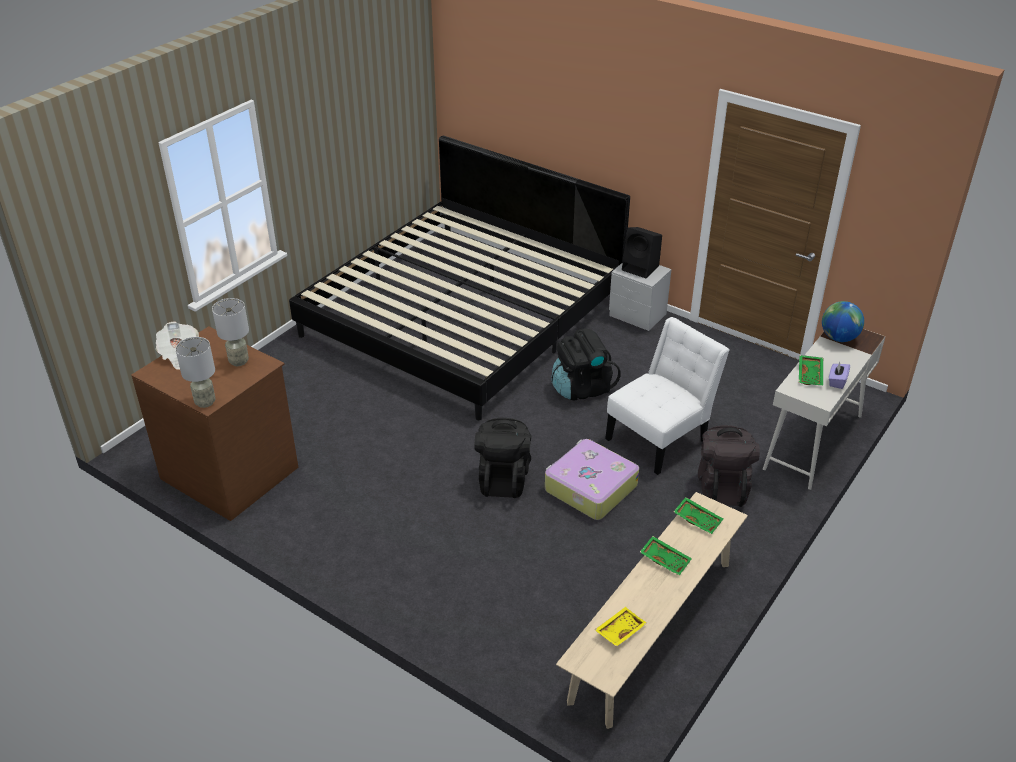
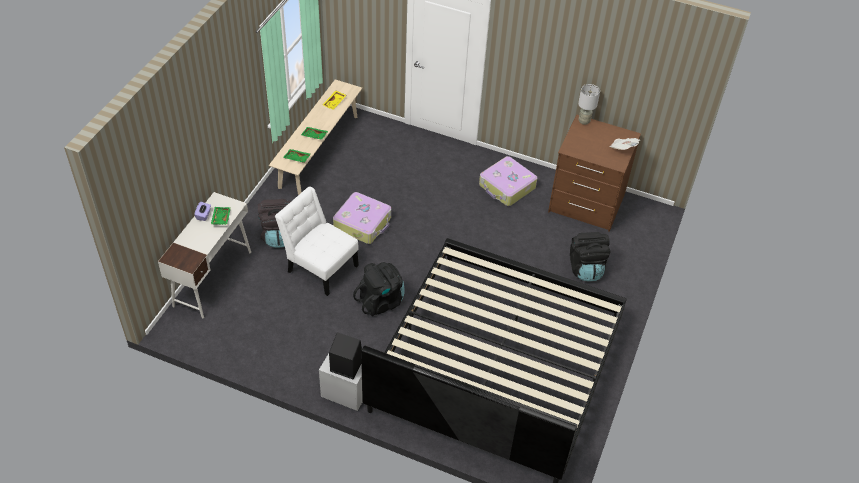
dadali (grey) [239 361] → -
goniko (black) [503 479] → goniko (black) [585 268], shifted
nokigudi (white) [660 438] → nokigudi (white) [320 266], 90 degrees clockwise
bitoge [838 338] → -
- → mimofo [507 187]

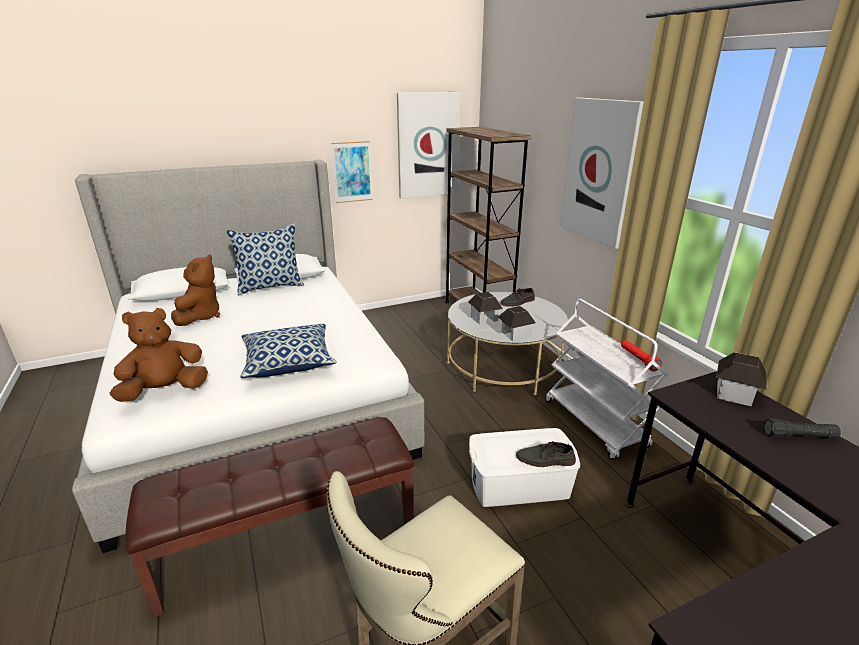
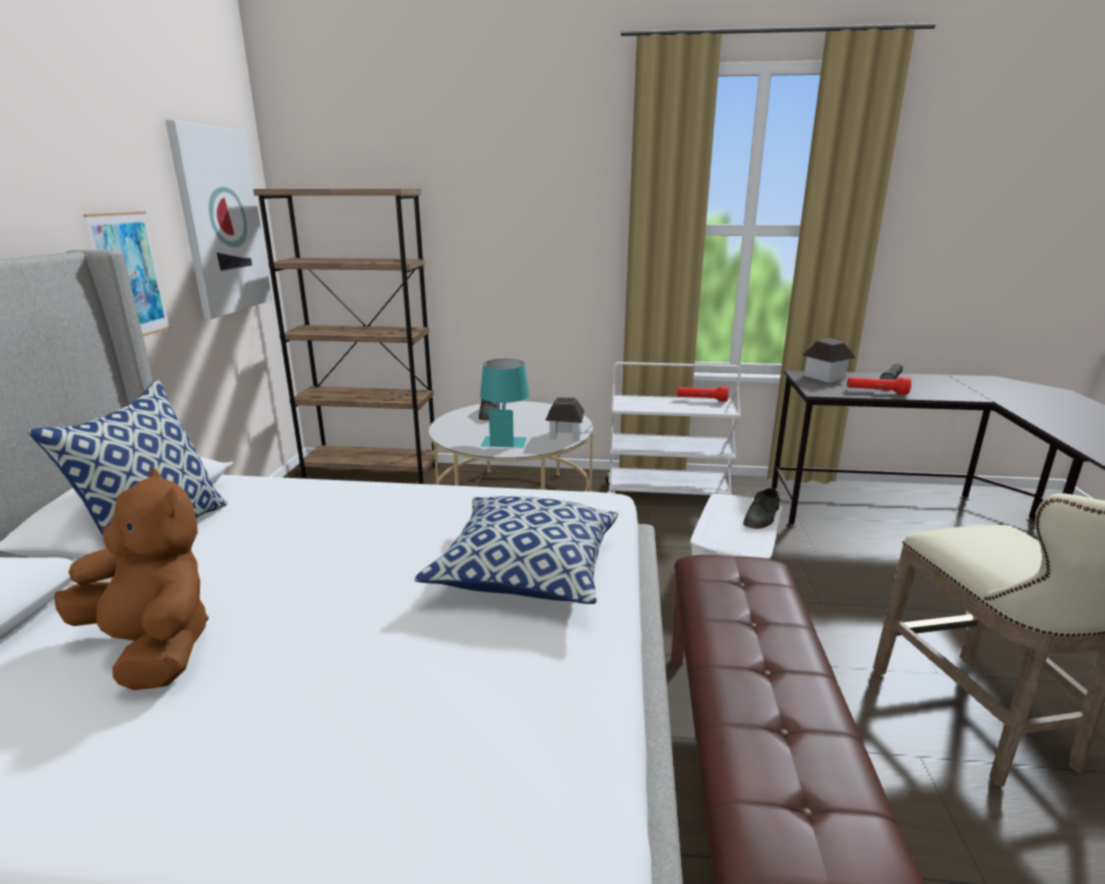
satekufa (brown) [165 391] → -
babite [484 318] → dadali (turquoise) [505 438]
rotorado [600 171] → -
- → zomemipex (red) [876 392]

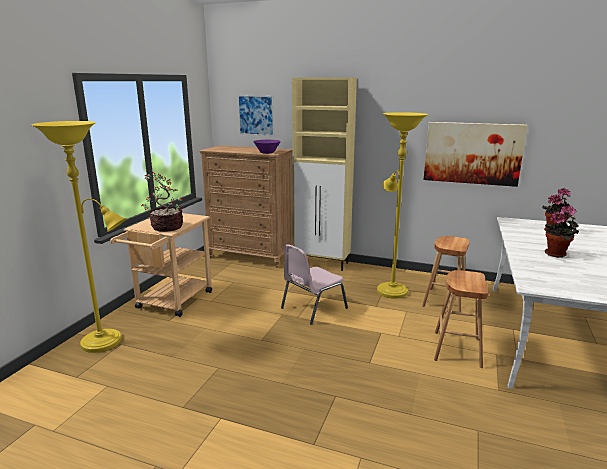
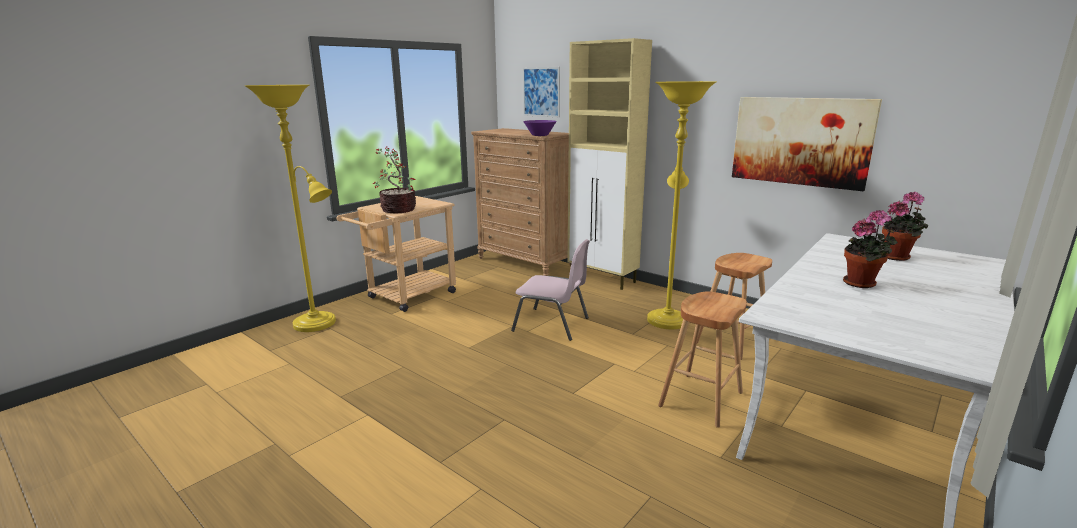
nokigudi (pink) [312 308] → nokigudi (pink) [552 324], 135 degrees counterclockwise

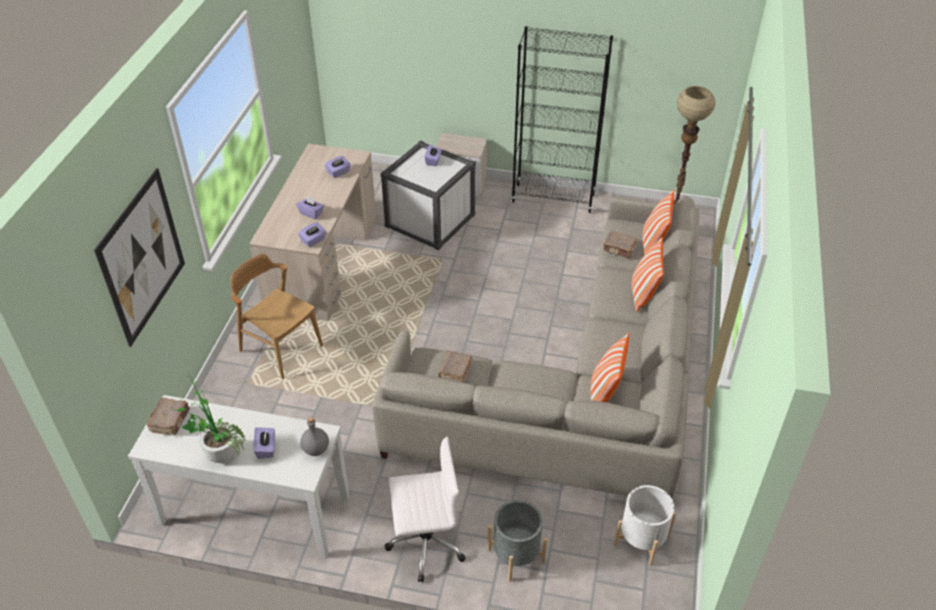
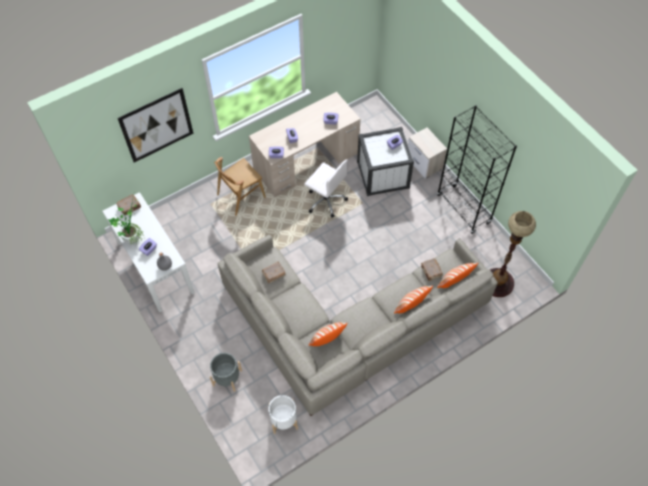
nokigudi (brown) [281 348] → nokigudi (brown) [241 196], 120 degrees counterclockwise
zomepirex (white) [425 542] → zomepirex (white) [326 200], shifted

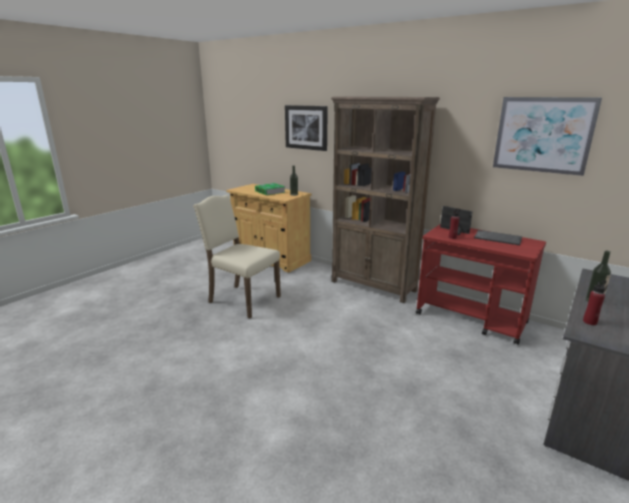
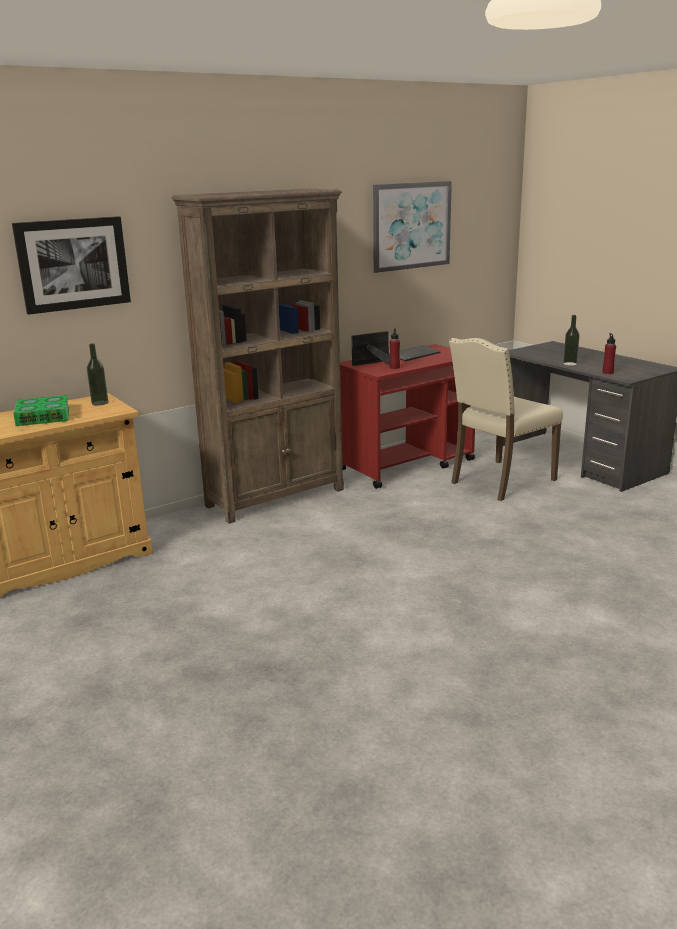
nokigudi (beige) [242 299] → nokigudi (beige) [500 481], shifted

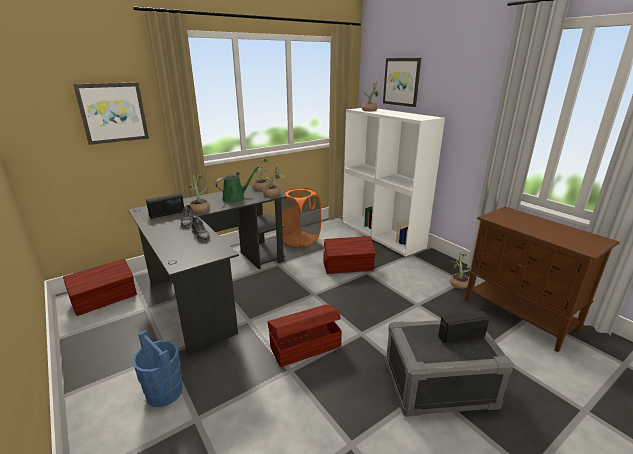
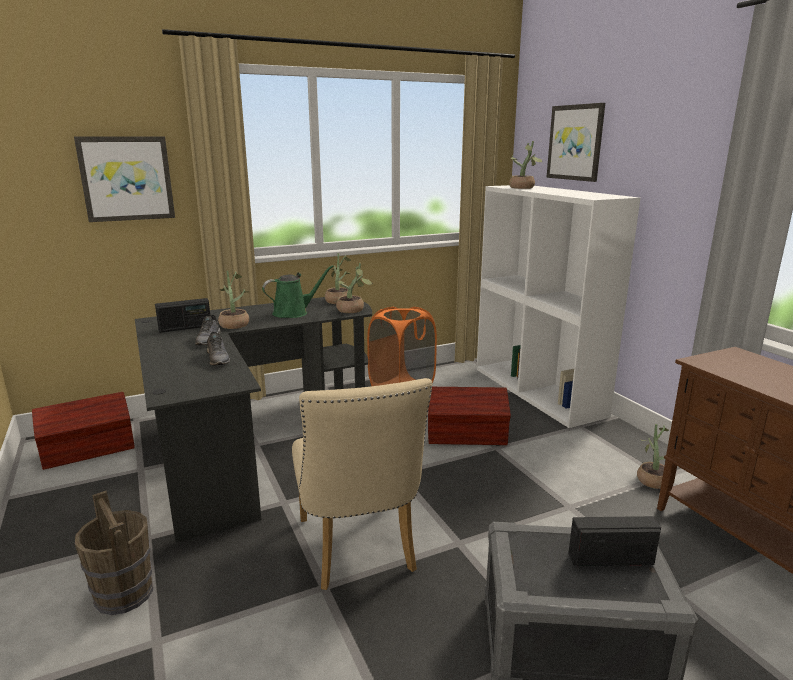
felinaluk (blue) [164 392] → felinaluk (brown) [124 594]
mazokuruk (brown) [304 346] → nokigudi (beige) [358 551]

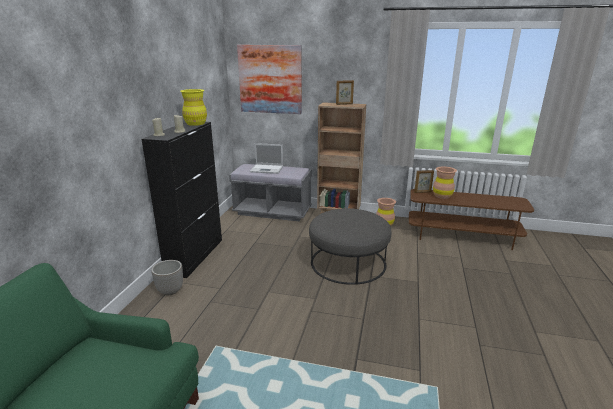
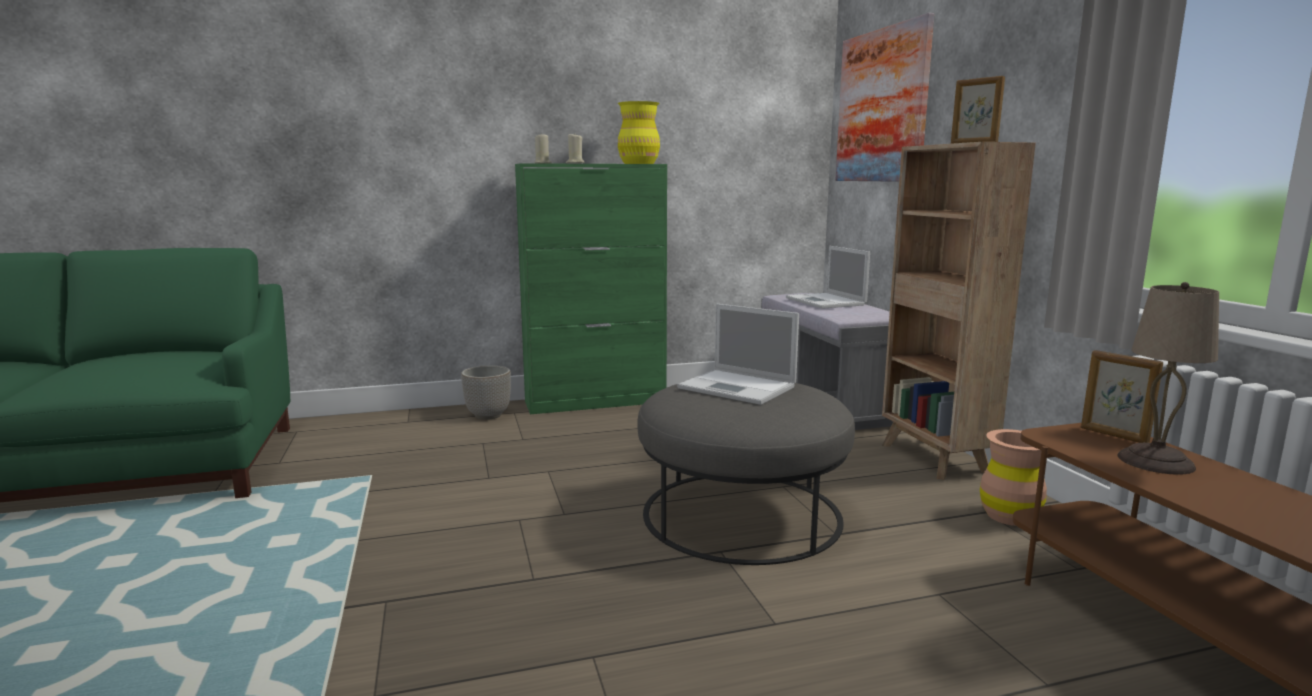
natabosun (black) [195 256] → natabosun (green) [596 402]
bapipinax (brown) [442 196] → dadali (beige) [1157 462]
- → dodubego [739 387]

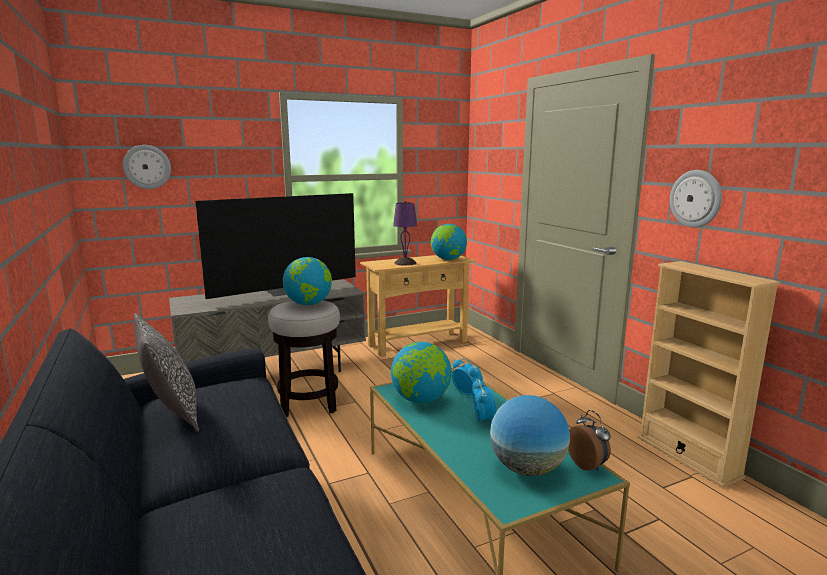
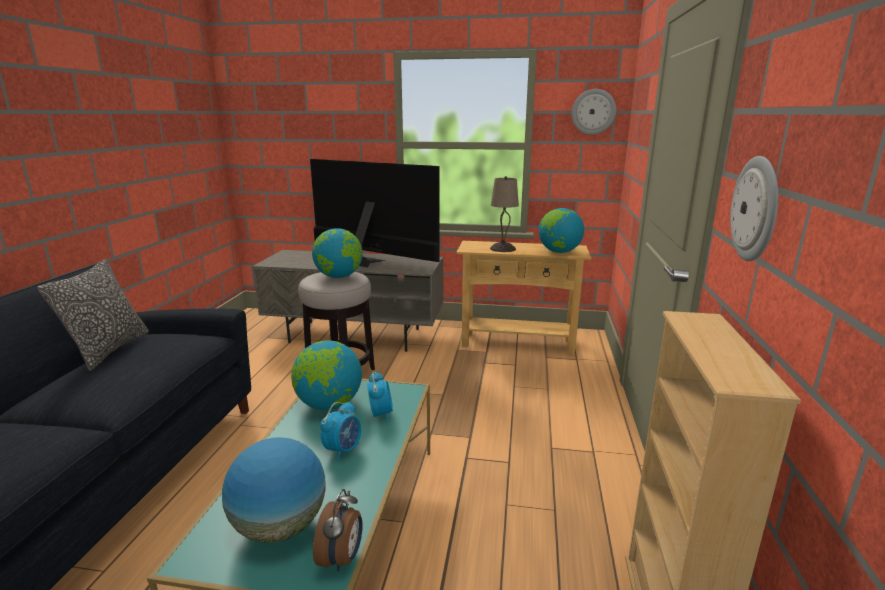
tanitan [147 167] → tanitan [593 112], shifted
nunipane [284 292] → nunipane [367 260], 150 degrees counterclockwise
dadali (purple) [405 263] → dadali (beige) [503 248]

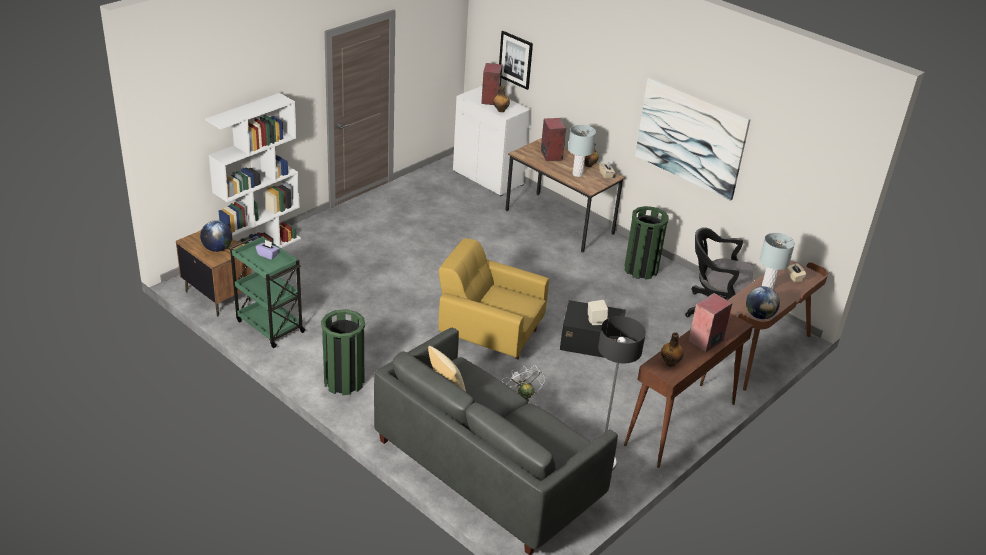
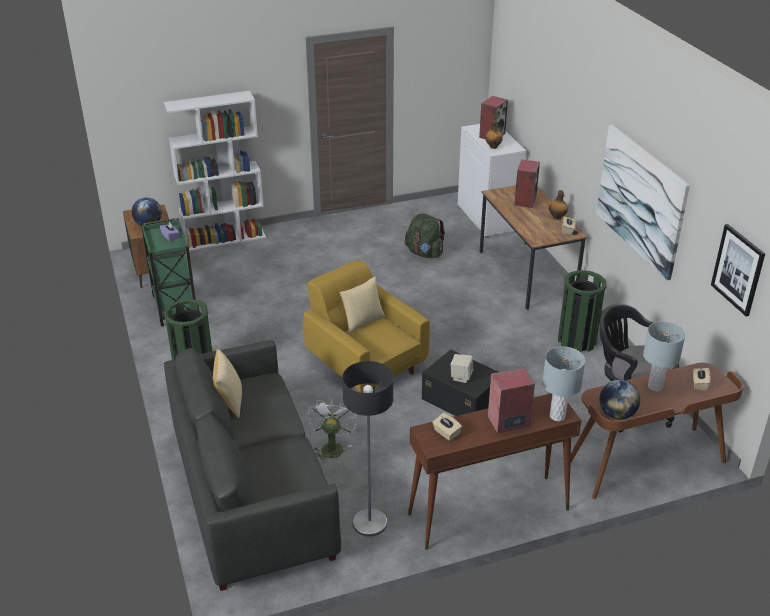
rotorado [515 59] → rotorado [738 269], shifted
dadali (grey) [577 174] → dadali (grey) [557 416], shifted
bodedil [670 362] → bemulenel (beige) [446 433]
- → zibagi [362 321]
- → goniko (green) [424 253]

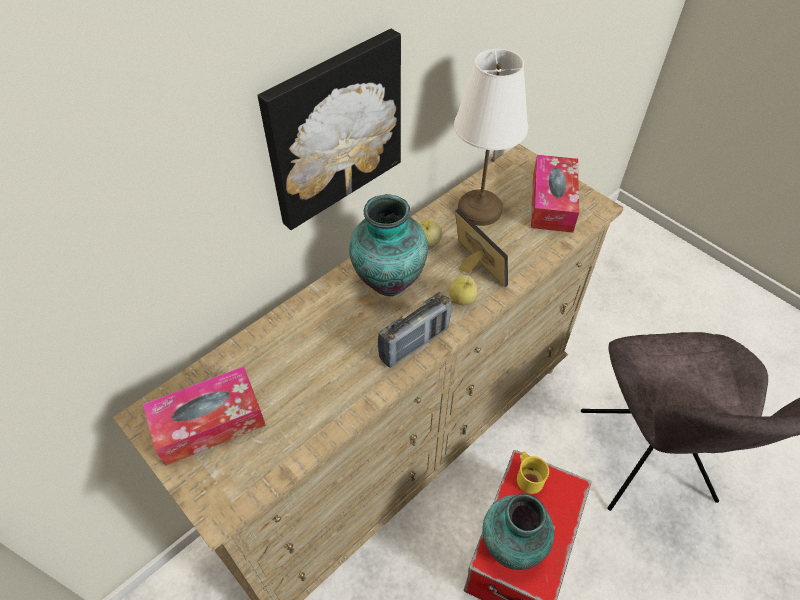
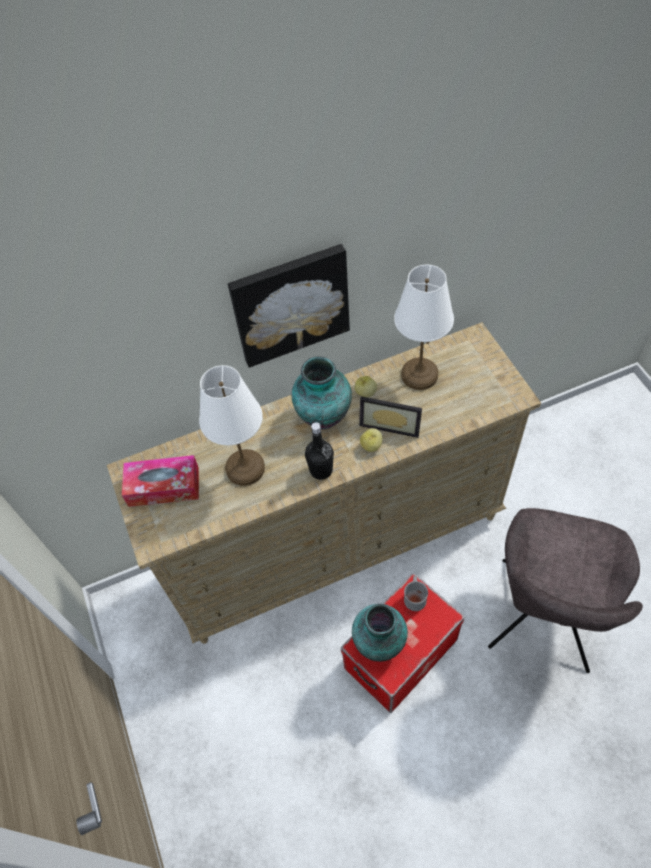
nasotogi [414 343] → bodedil (black) [321 470]
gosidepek [472 267] → gosidepek [391 423], 120 degrees clockwise
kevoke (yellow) [528 476] → kevoke (grey) [415 596]
bemulenel [552 202] → -
- → dadali (white) [244 469]

